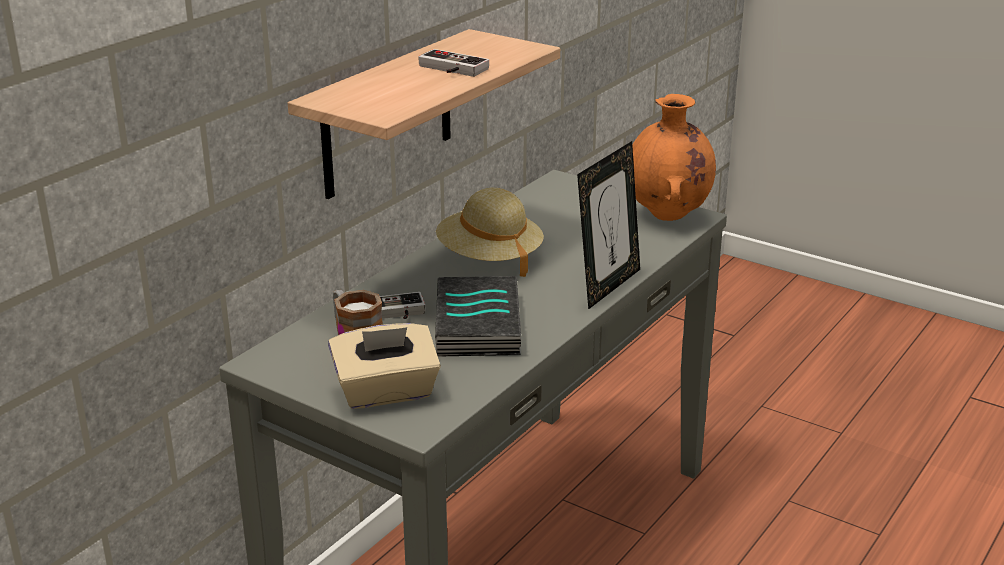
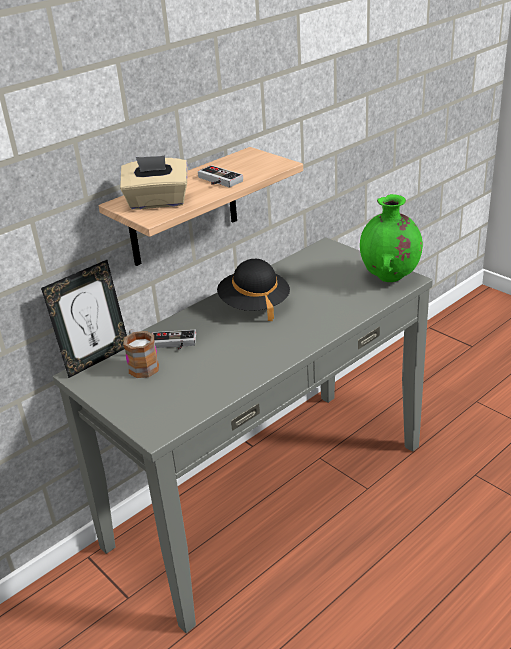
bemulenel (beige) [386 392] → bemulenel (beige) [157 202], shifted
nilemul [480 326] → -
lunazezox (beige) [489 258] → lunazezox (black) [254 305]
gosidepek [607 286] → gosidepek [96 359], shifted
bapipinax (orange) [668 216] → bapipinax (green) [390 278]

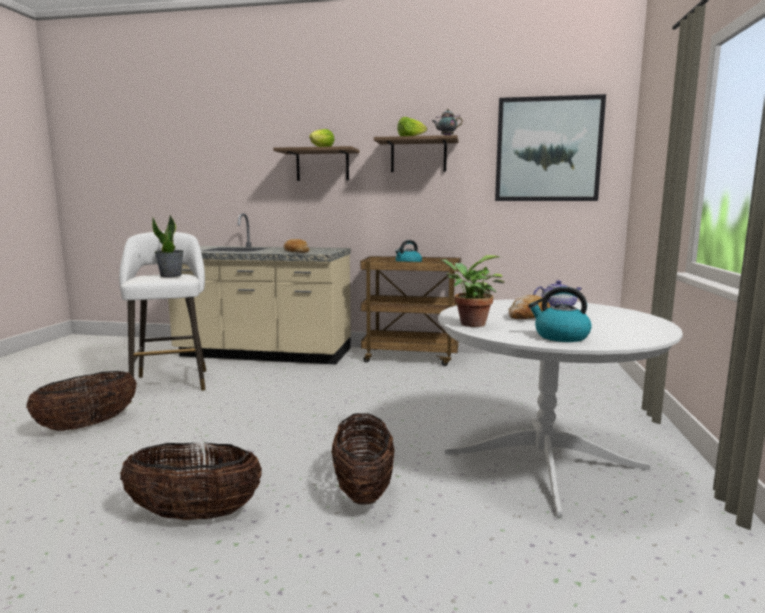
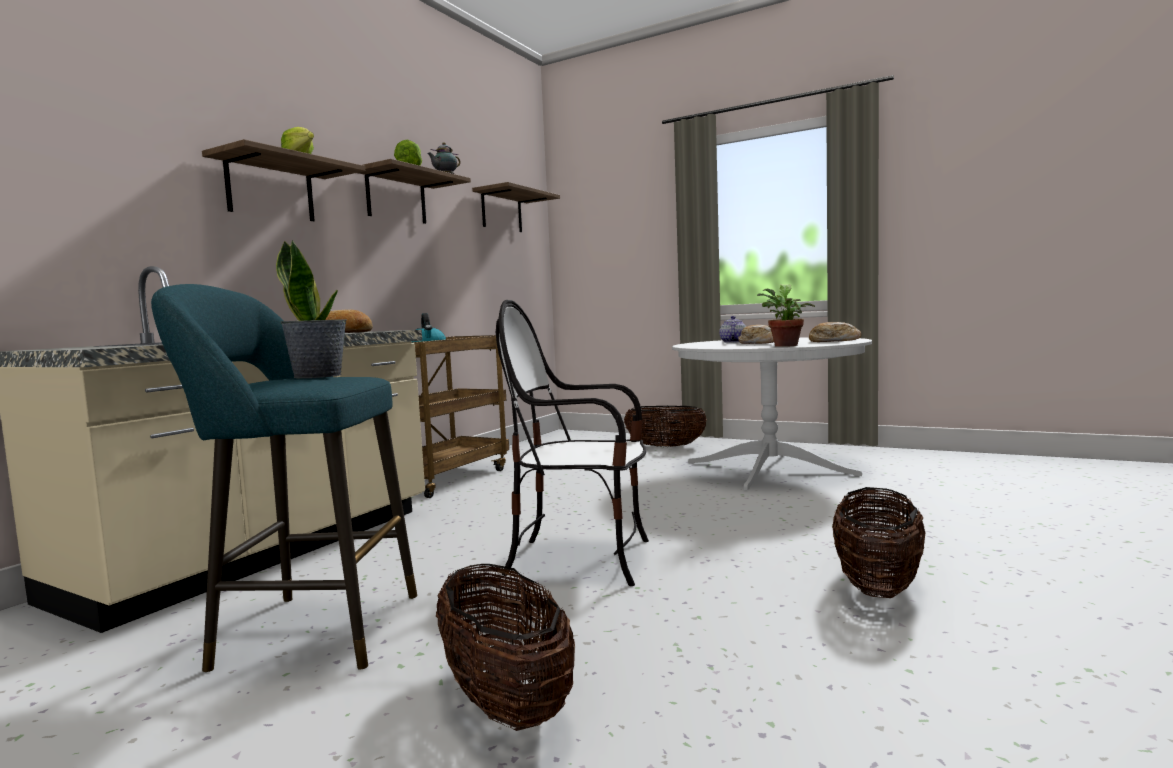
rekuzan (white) [171 381] → rekuzan (turquoise) [308 630]
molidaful [363 489] → molidaful [665 447], shifted
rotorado [548 149] → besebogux [501 211]
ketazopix [560 336] → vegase [833 341]
- → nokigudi [581 559]

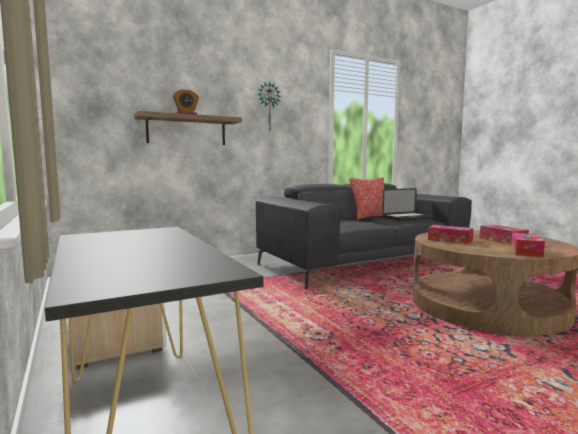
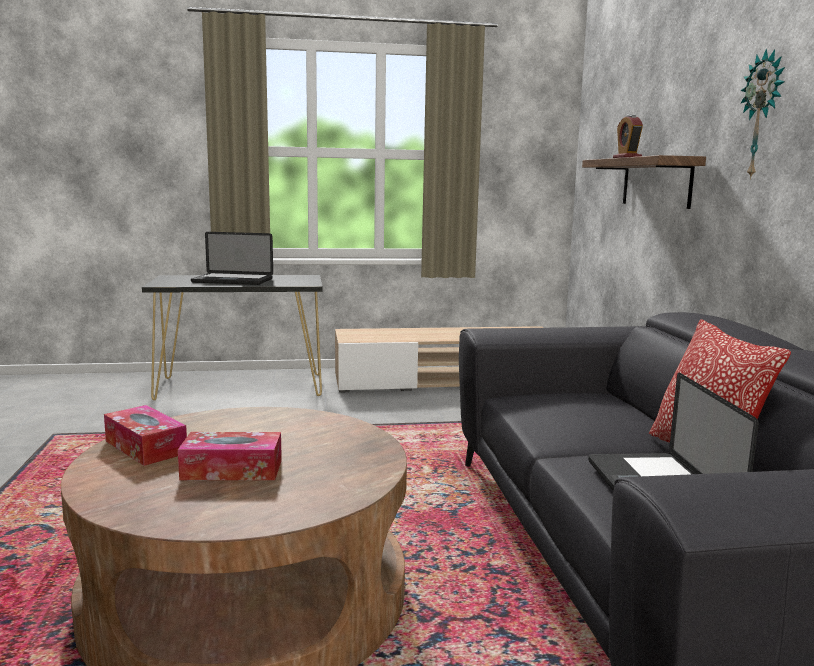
bemulenel [450 240] → -
- → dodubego [232 280]

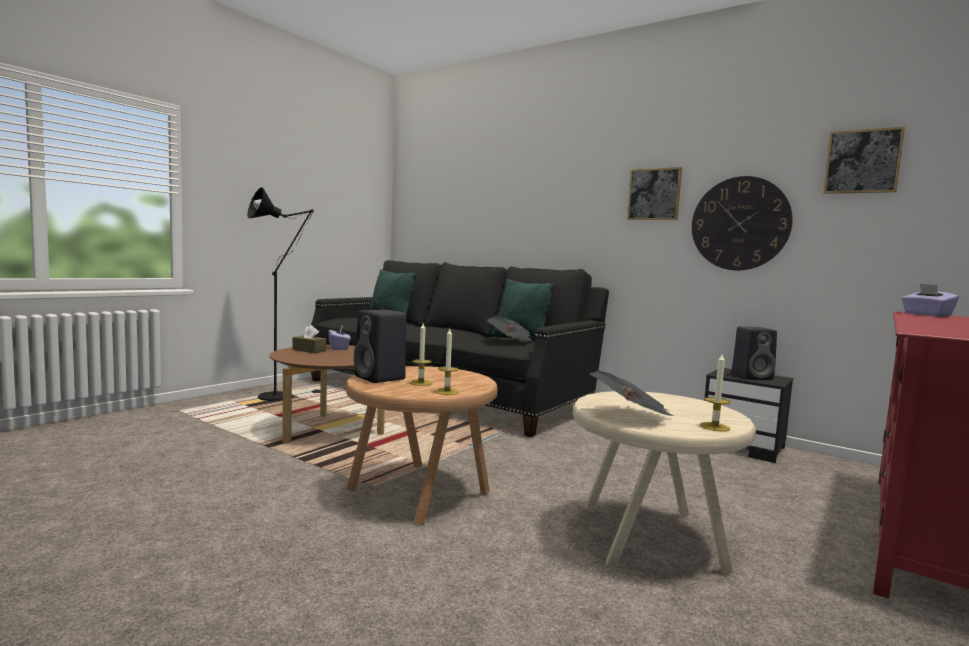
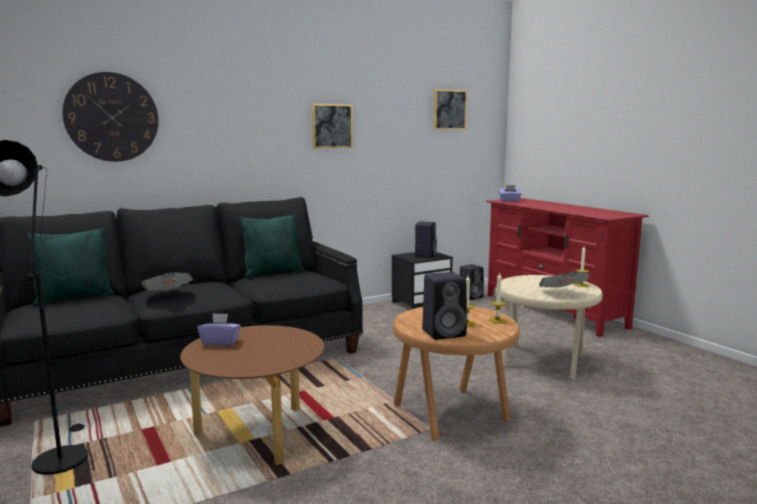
bemulenel (brown) [309 350] → -
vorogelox [510 342] → vorogelox [168 295], shifted
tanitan [740 223] → tanitan [112 117], shifted
- → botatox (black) [471 297]

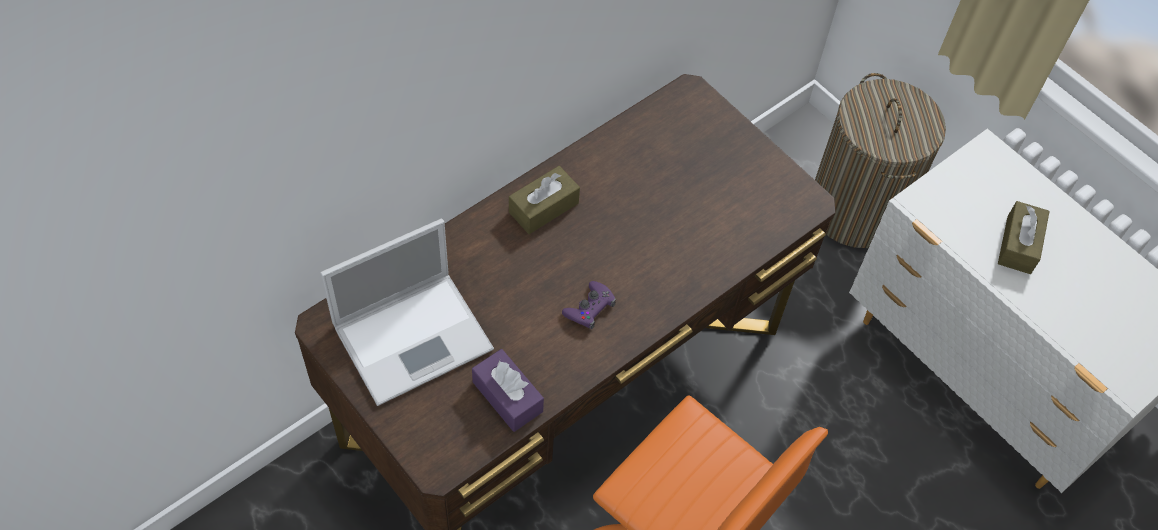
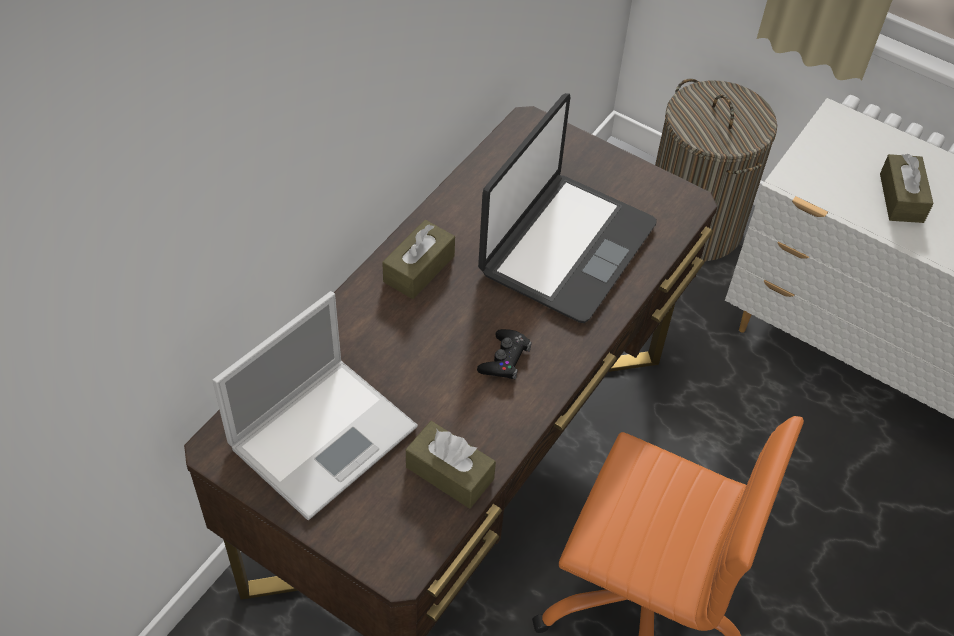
bemulenel (purple) [507 397] → bemulenel (brown) [449 473]
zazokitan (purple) [589 308] → zazokitan (black) [504 359]
- → dodubego [565 247]

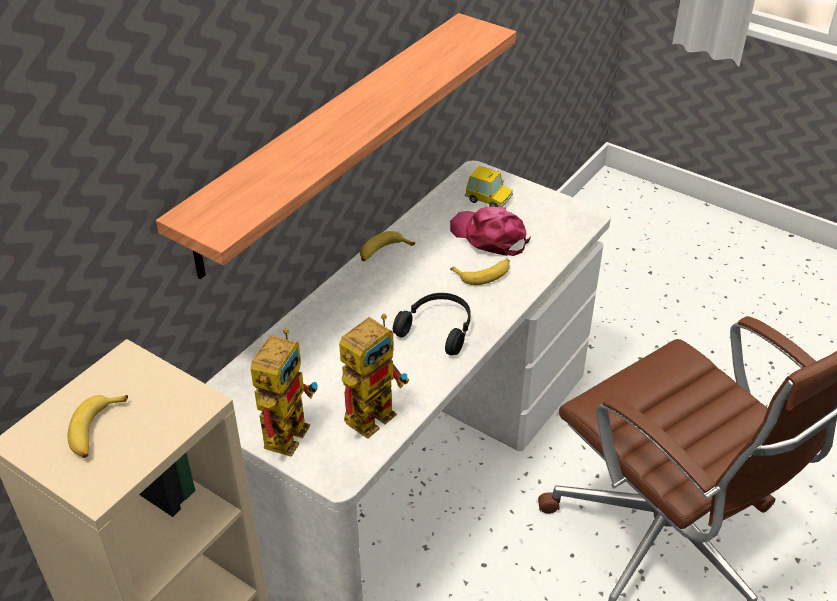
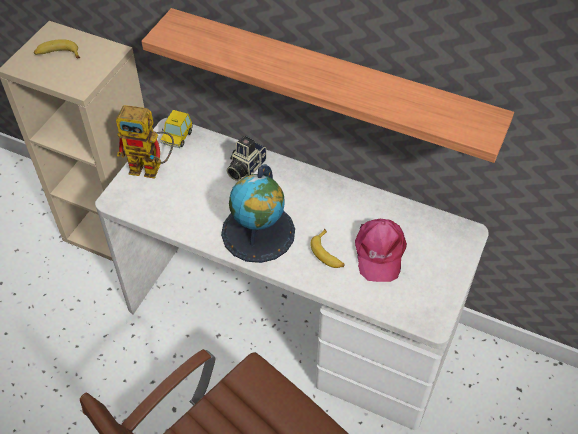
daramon [375 410] → -
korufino [383 252] → -
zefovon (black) [438 328] → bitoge [258 232]
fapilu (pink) [489 236] → fapilu (pink) [379 252], 150 degrees clockwise
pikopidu [489 199] → pikopidu [177 137], shifted
- → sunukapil [245 167]

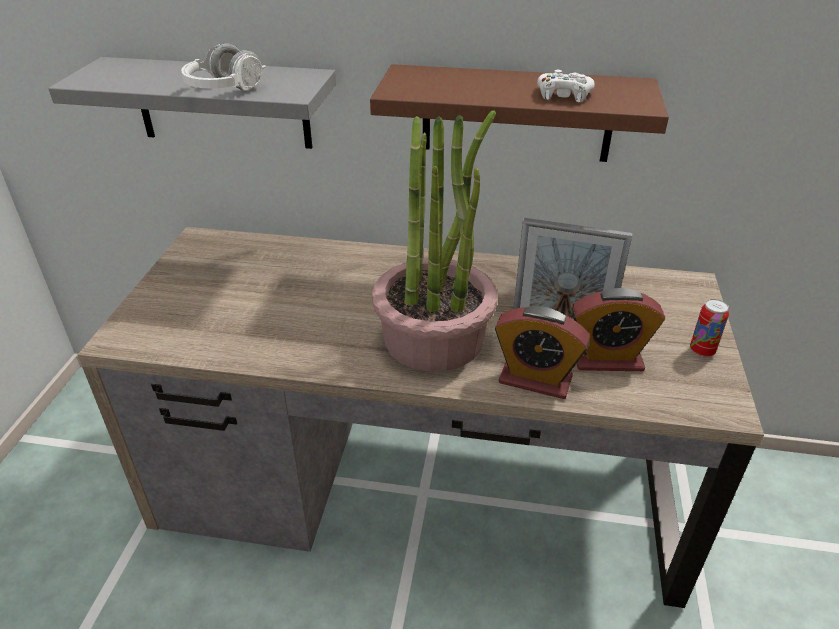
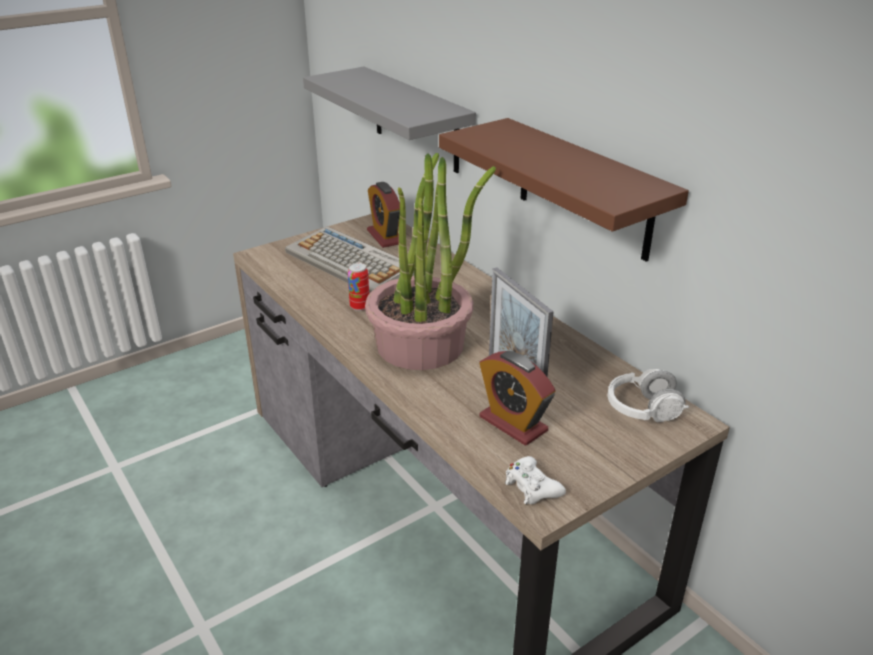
zefovon (white) [225 90] → zefovon (white) [643 410], shifted
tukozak [535 380] → tukozak [385 237], shifted
zazokitan (white) [563 95] → zazokitan (white) [532 487], shifted
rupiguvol [702 351] → rupiguvol [359 307], shifted
- → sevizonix [351 262]

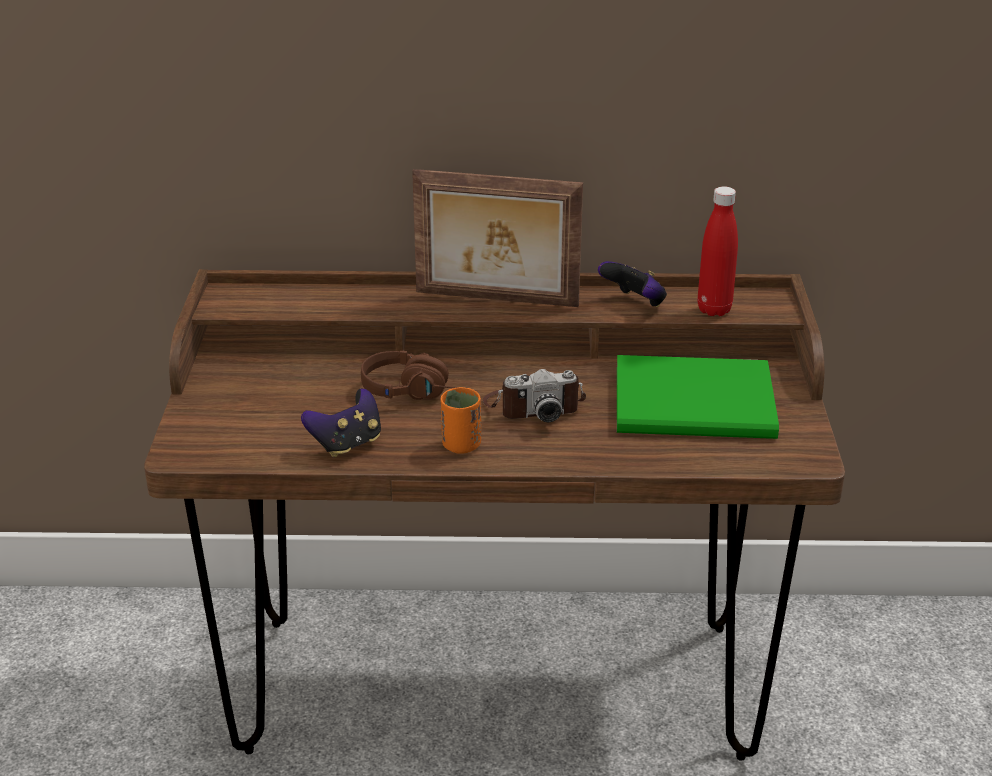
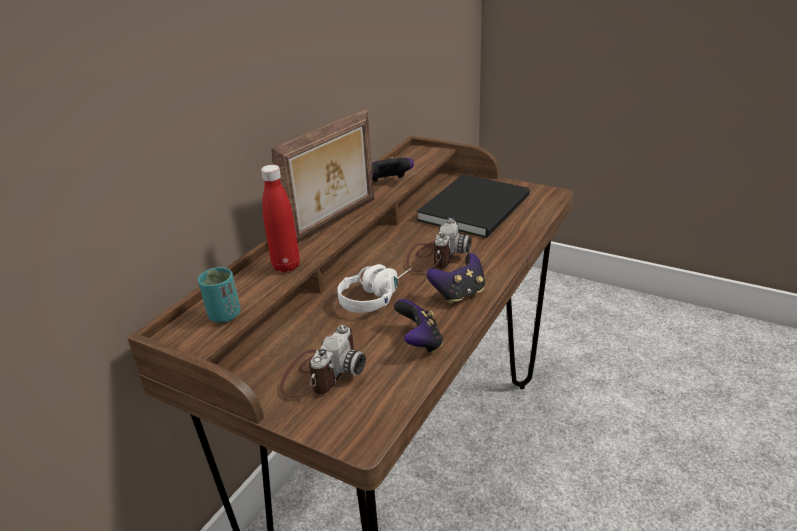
zefovon (brown) [415 391] → zefovon (white) [376 296]
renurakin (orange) [461 445] → zazokitan [459 294]
nilemul (green) [699 405] → nilemul (black) [478 207]
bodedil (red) [714 309] → bodedil (red) [286 266], shifted
- → renurakin (turquoise) [224 315]
- → sunukapil [320 372]

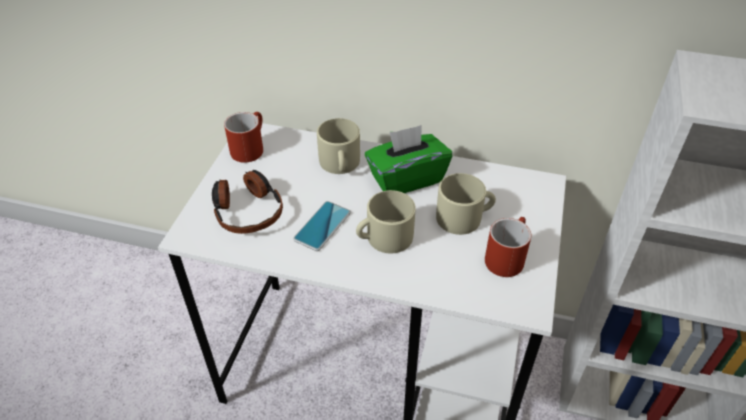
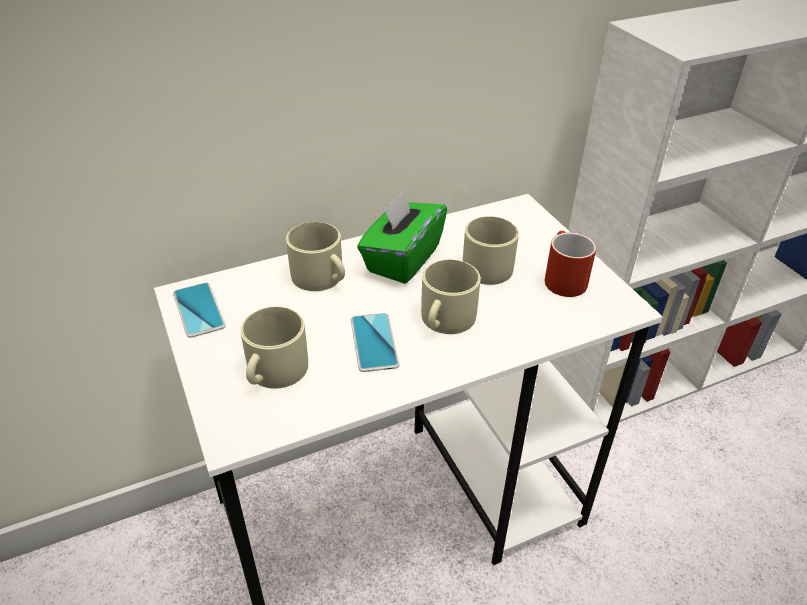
zefovon [247 210] → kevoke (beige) [274 372]
kevoke (red) [249 147] → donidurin [198 310]

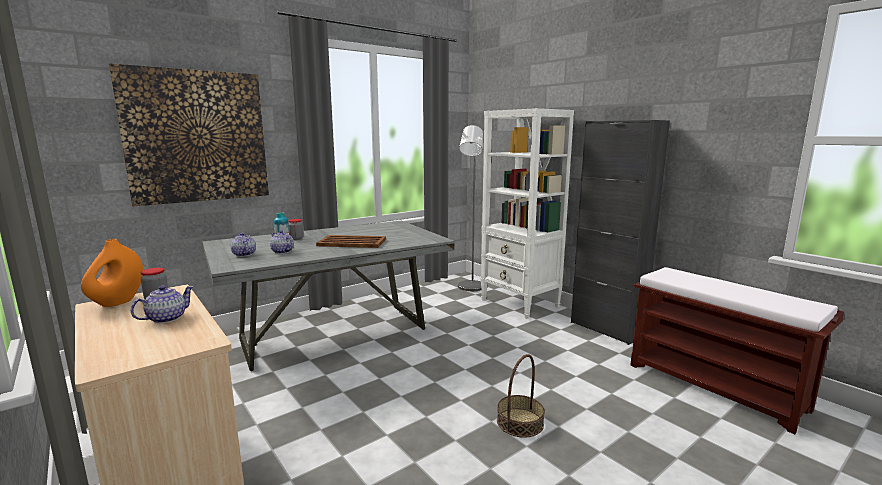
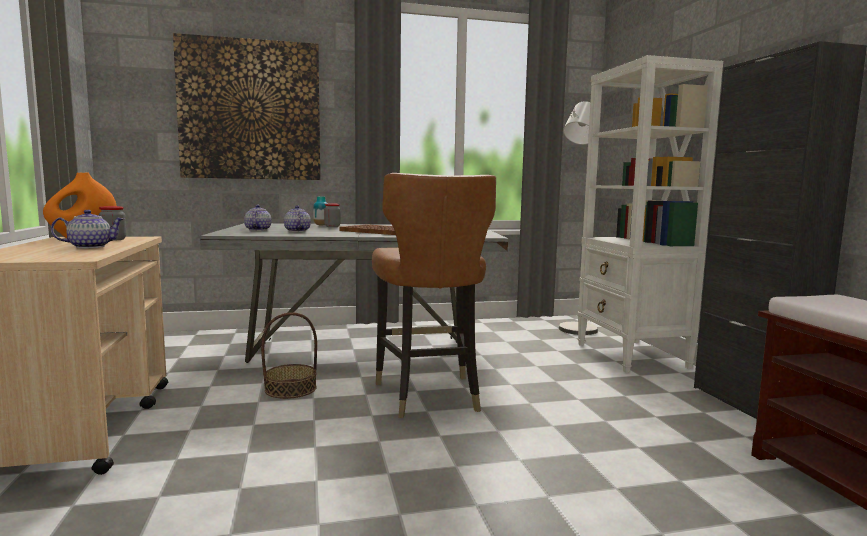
molidaful [519 422] → molidaful [290 389], shifted
- → nokigudi (brown) [428 395]

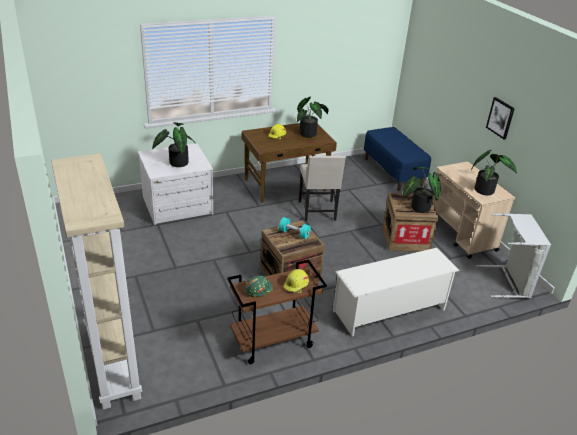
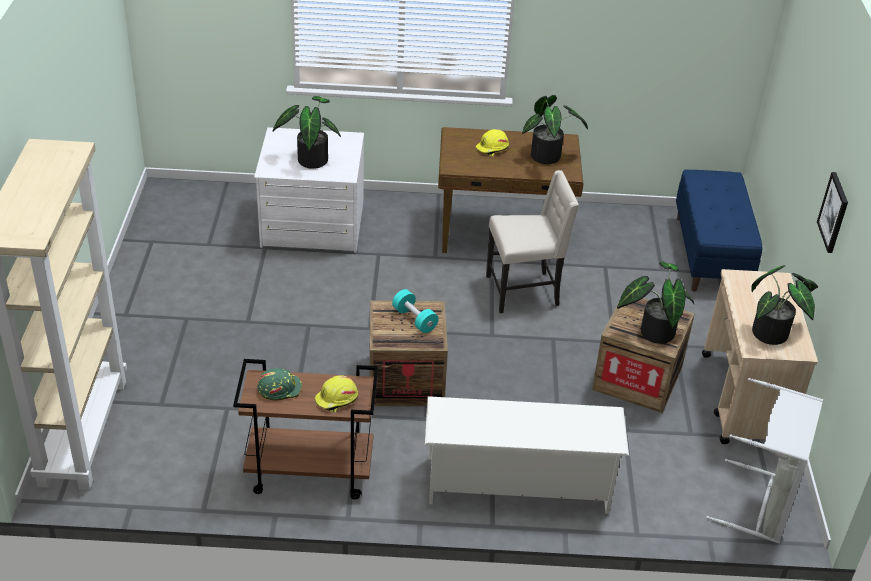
nokigudi (beige) [318 211] → nokigudi (beige) [524 291], 120 degrees counterclockwise

